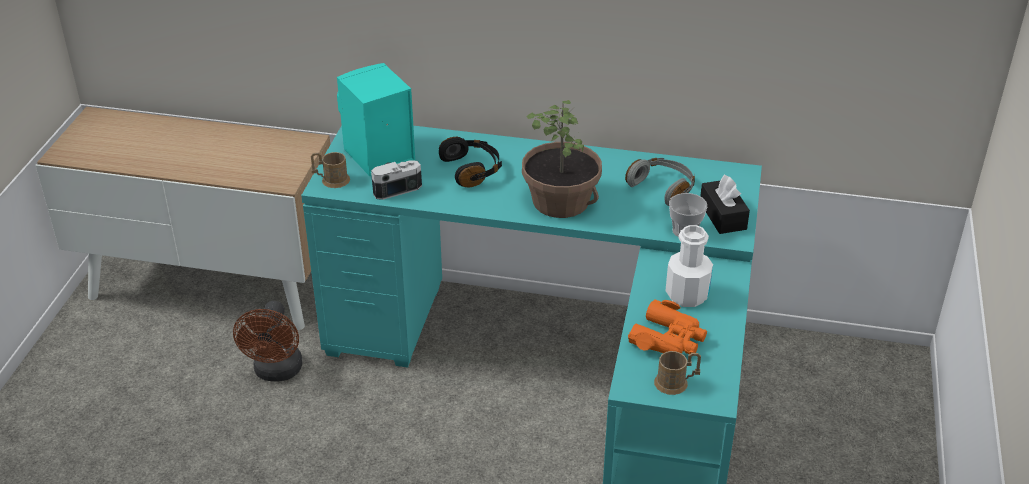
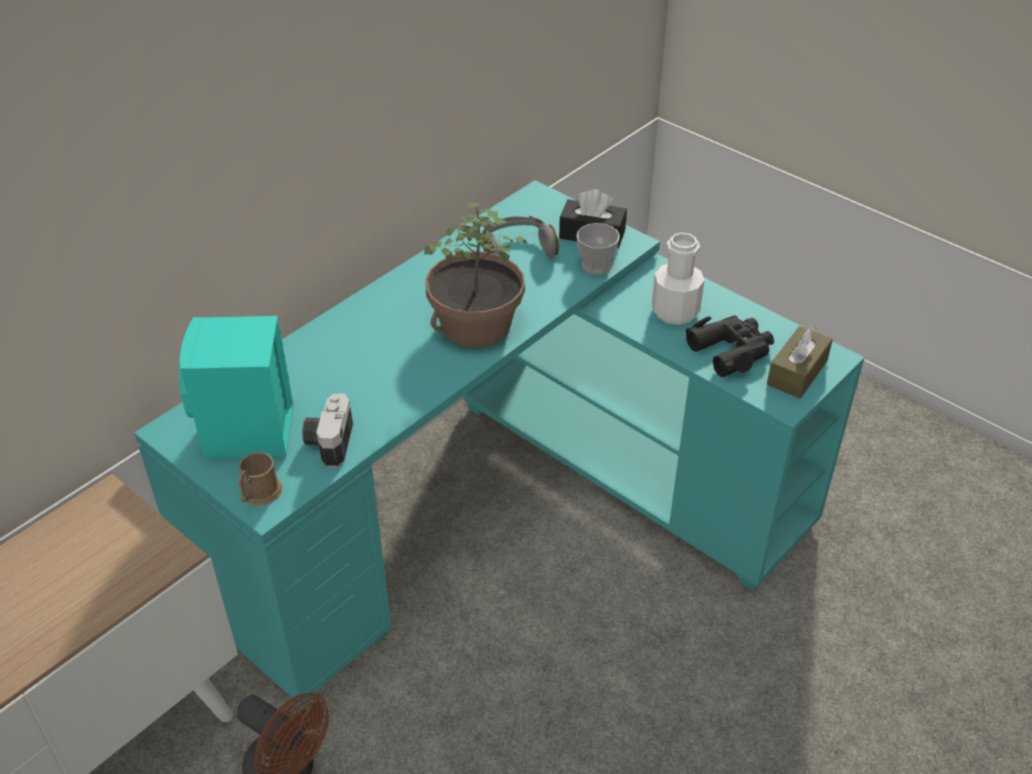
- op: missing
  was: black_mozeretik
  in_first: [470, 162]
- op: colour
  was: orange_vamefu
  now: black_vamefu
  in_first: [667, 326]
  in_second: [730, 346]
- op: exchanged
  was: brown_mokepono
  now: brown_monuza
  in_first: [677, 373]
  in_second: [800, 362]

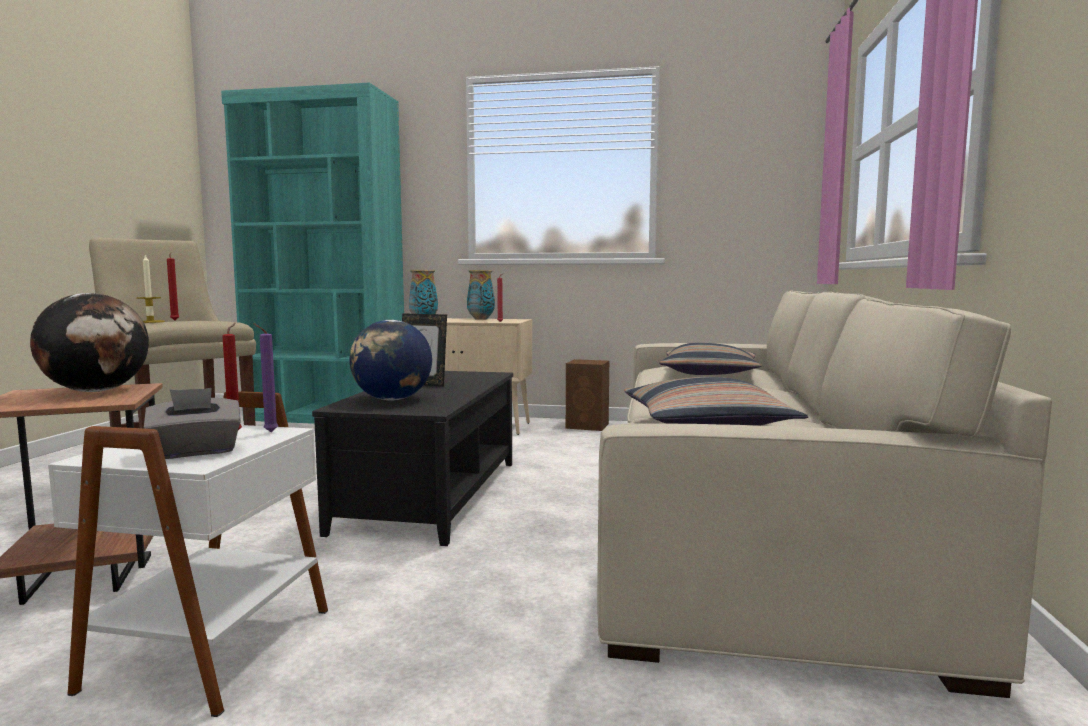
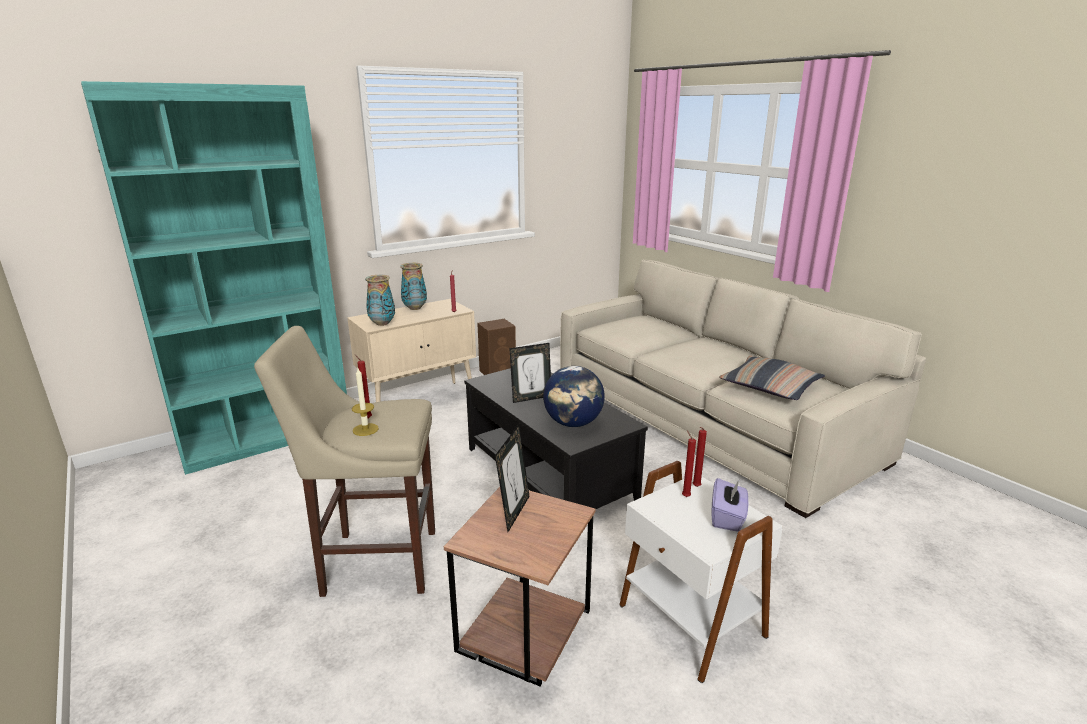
- op: exchanged
  was: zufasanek
  now: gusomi
  in_first: [89, 342]
  in_second: [512, 478]
- op: colour
  was: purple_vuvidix
  now: red_vuvidix
  in_first: [265, 377]
  in_second: [700, 457]
- op: missing
  was: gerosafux
  in_first: [710, 358]
- op: colour
  was: grey_monuza
  now: purple_monuza
  in_first: [192, 423]
  in_second: [730, 505]

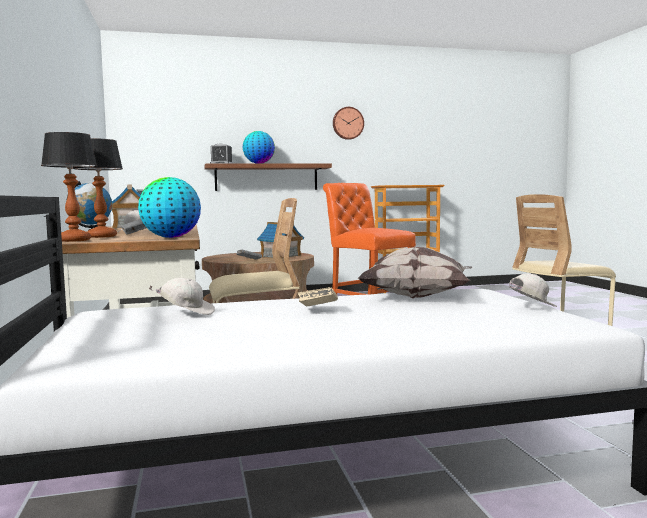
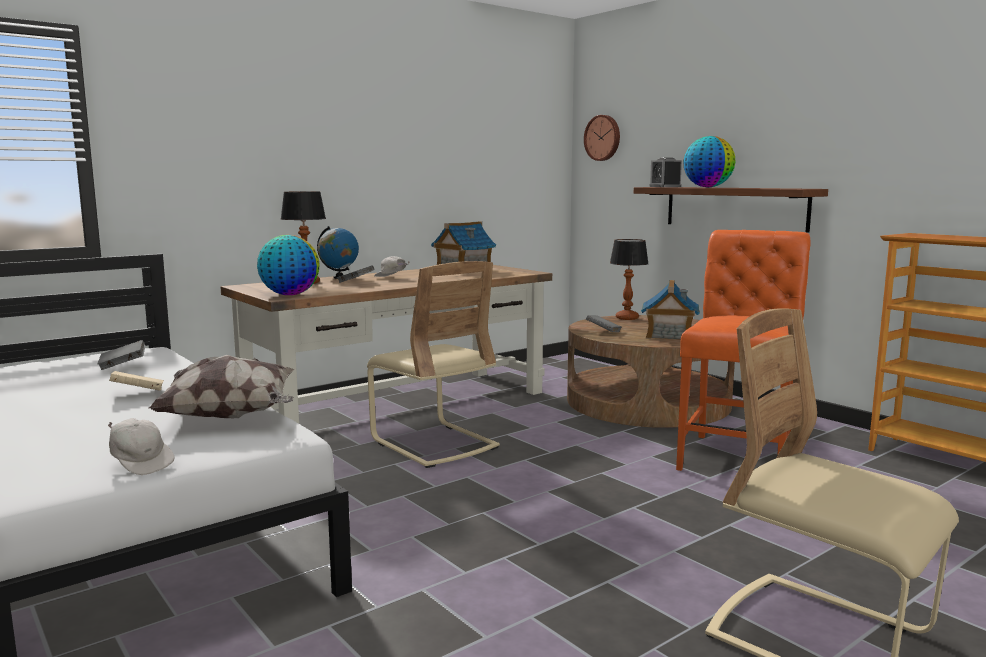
- op: relocated
  was: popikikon
  in_first: [348, 123]
  in_second: [602, 138]
- op: relocated
  was: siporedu
  in_first: [69, 187]
  in_second: [629, 279]
- op: exchanged
  was: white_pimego
  now: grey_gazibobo
  in_first: [181, 296]
  in_second: [121, 355]

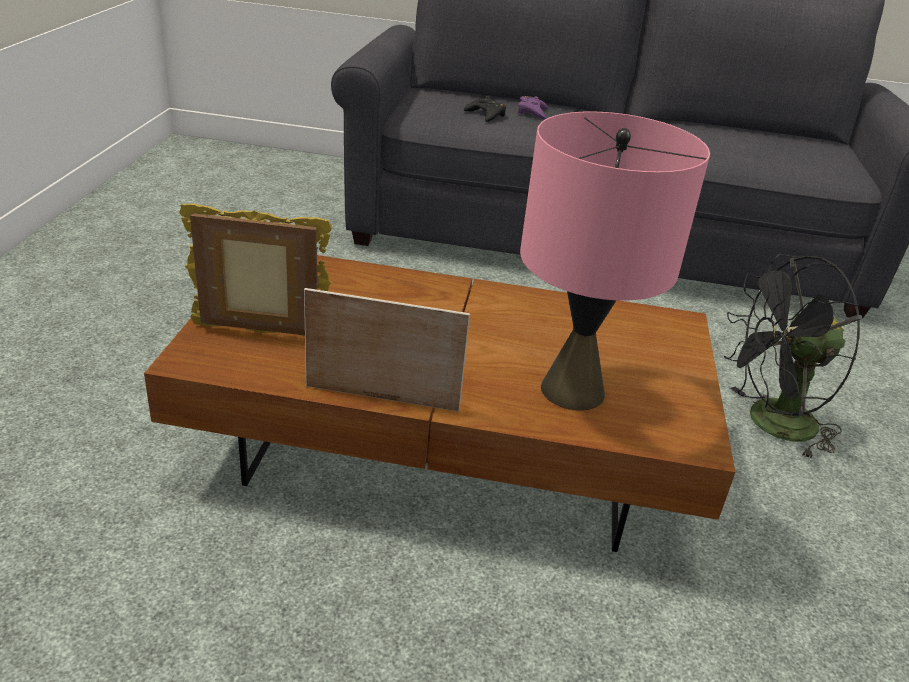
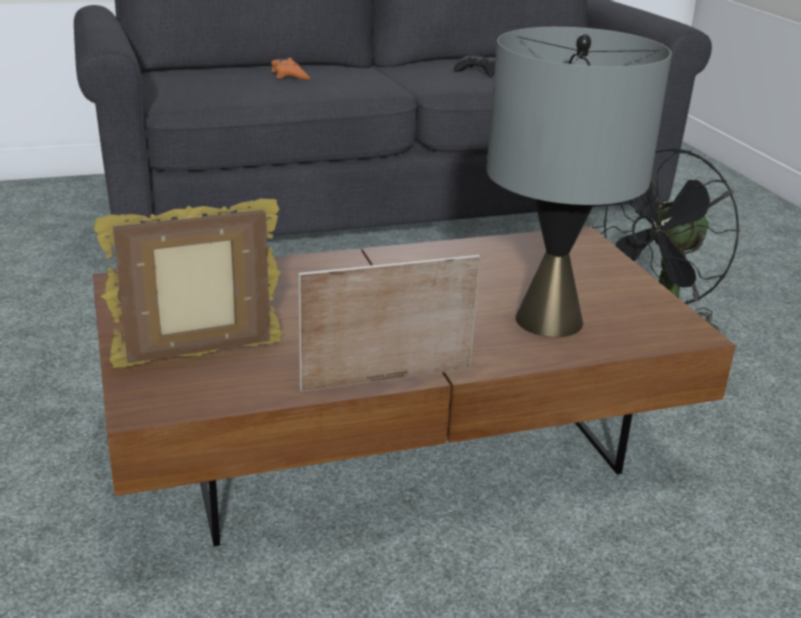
- op: relocated
  was: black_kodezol
  in_first: [485, 109]
  in_second: [475, 65]
- op: colour
  was: purple_kodezol
  now: orange_kodezol
  in_first: [533, 107]
  in_second: [290, 69]
- op: colour
  was: pink_siporedu
  now: grey_siporedu
  in_first: [615, 261]
  in_second: [579, 182]

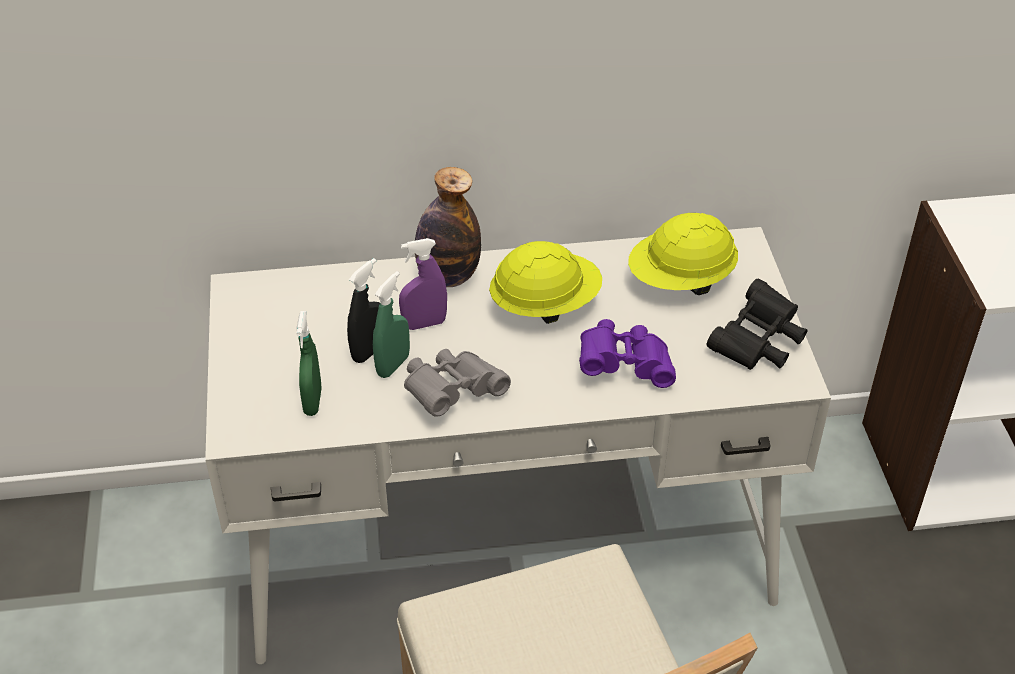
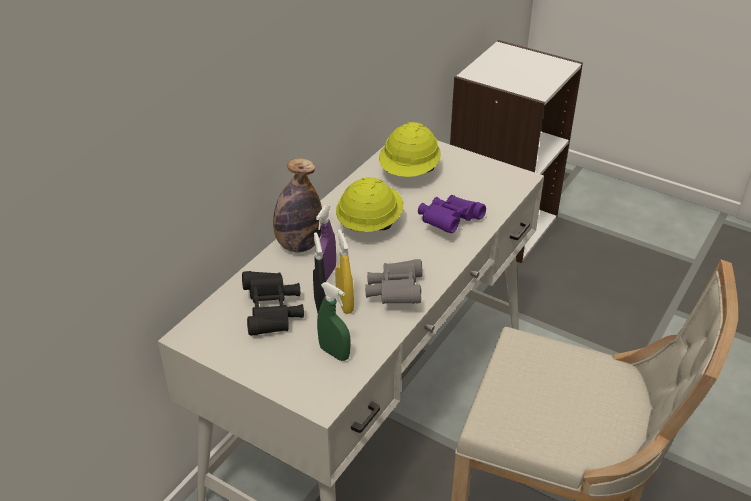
- op: colour
  was: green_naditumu
  now: yellow_naditumu
  in_first: [391, 324]
  in_second: [344, 272]
- op: relocated
  was: black_vamefu
  in_first: [757, 324]
  in_second: [273, 303]

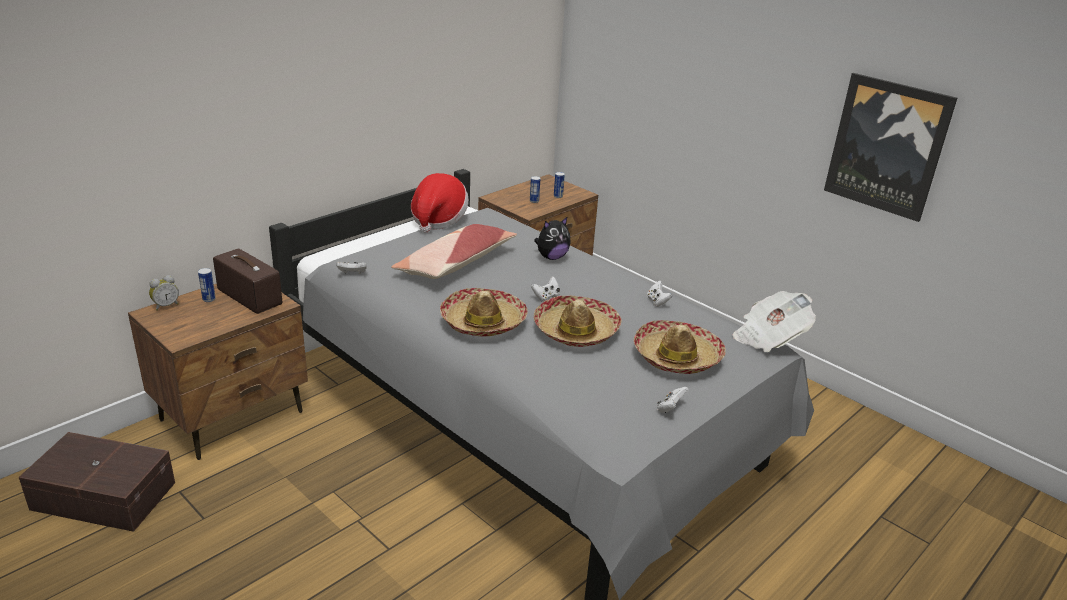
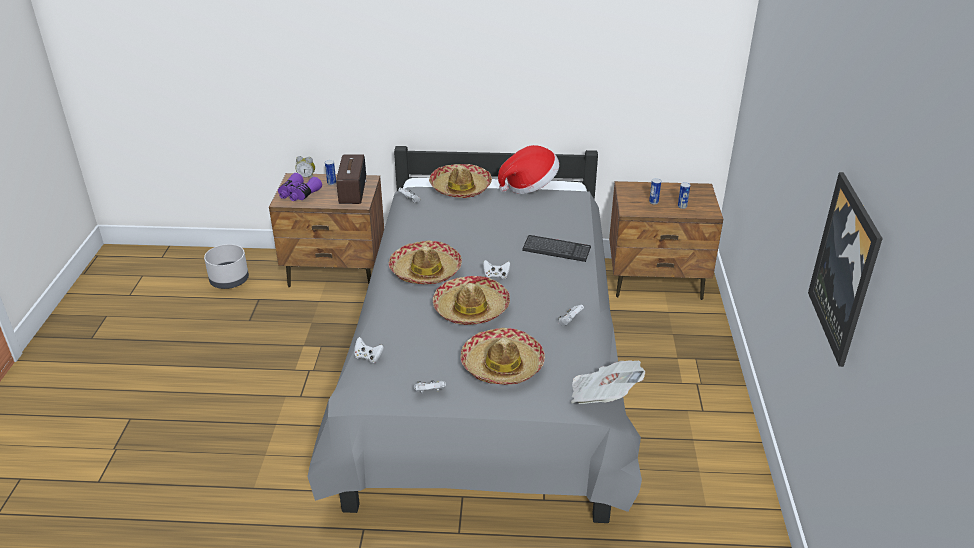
- op: exchanged
  was: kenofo
  now: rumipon
  in_first: [552, 238]
  in_second: [556, 248]
- op: missing
  was: gerosafux
  in_first: [454, 251]
- op: exchanged
  was: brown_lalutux
  now: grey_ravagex
  in_first: [97, 482]
  in_second: [226, 266]
- op: appeared
  now: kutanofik
  in_second: [460, 181]
- op: appeared
  now: purple_vamefu
  in_second: [300, 187]
- op: appeared
  now: white_kodezol
  in_second: [369, 350]

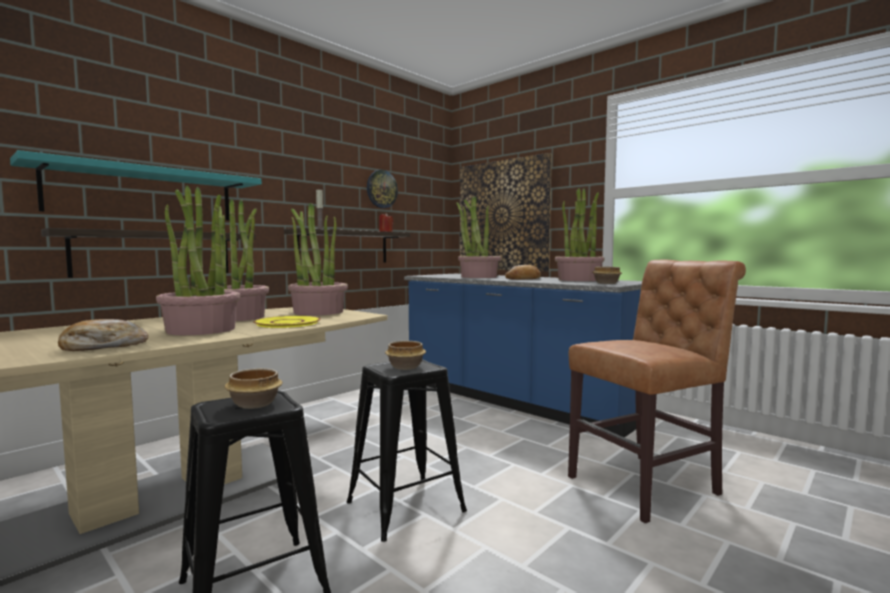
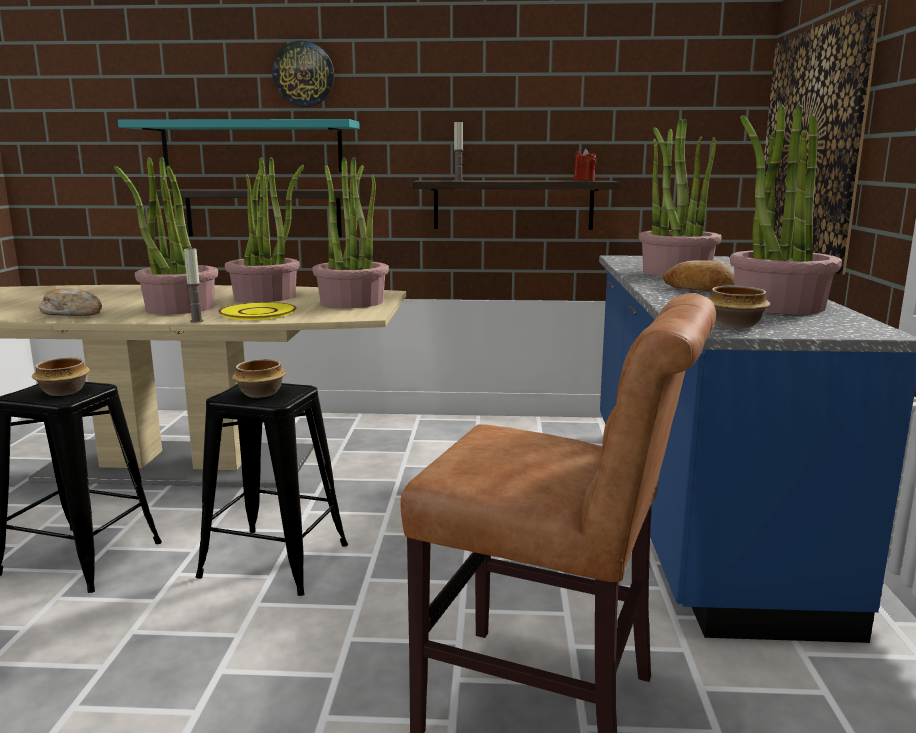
- op: relocated
  was: popikikon
  in_first: [382, 189]
  in_second: [303, 74]
- op: appeared
  now: vuvidix
  in_second: [193, 285]

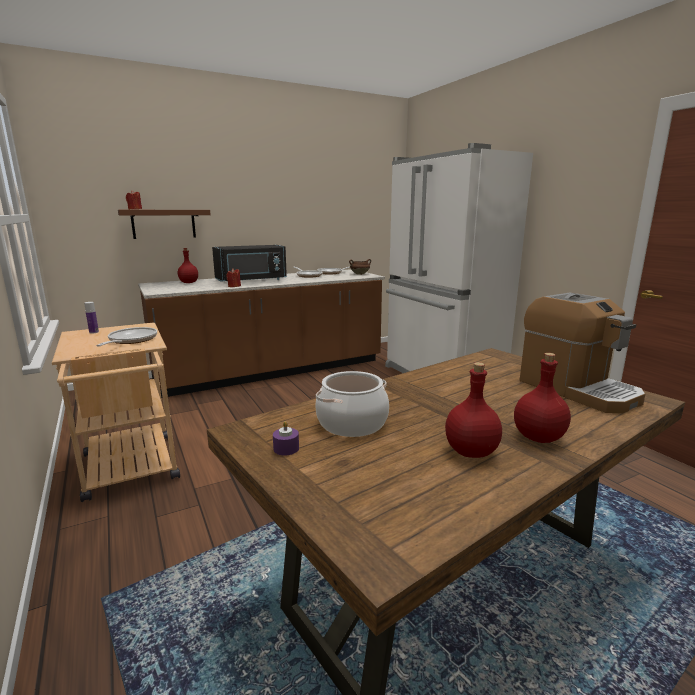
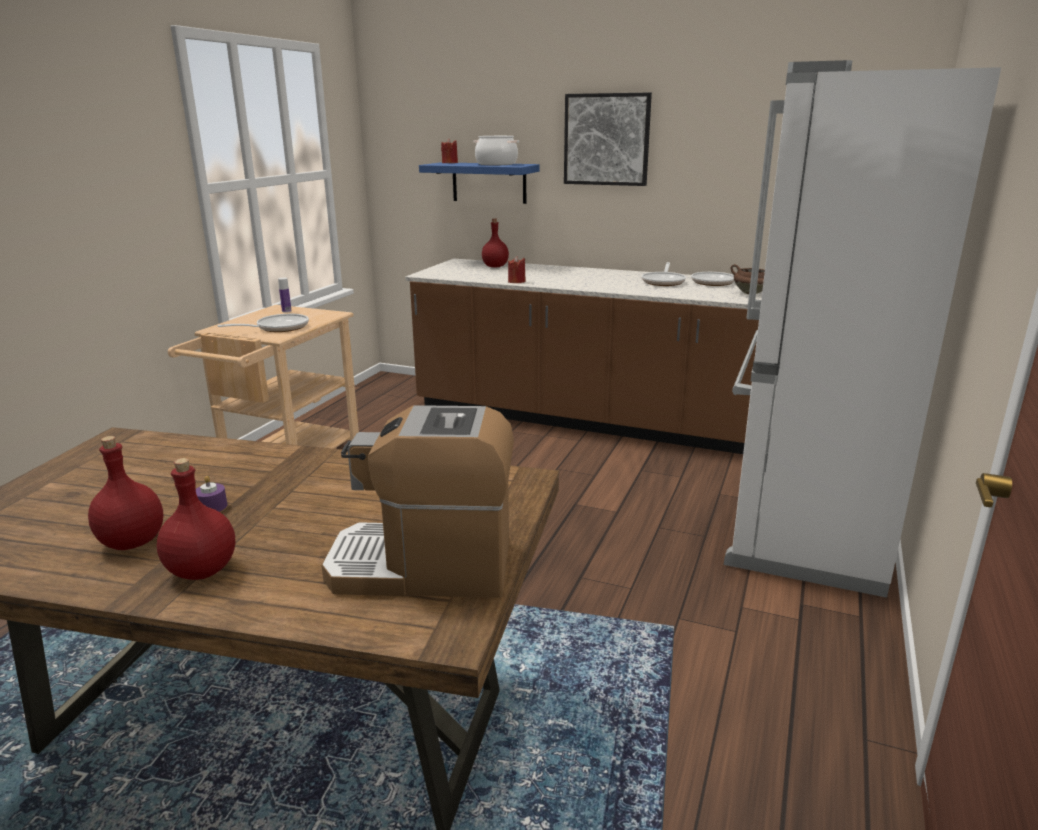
- op: colour
  was: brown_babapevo
  now: blue_babapevo
  in_first: [164, 224]
  in_second: [479, 183]
- op: missing
  was: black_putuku
  in_first: [249, 263]
- op: spun
  was: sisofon
  in_first: [582, 353]
  in_second: [417, 501]
  clockwise: 75
- op: relocated
  was: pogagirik
  in_first: [352, 404]
  in_second: [496, 150]
- op: relocated
  was: purple_vuvidix
  in_first: [286, 438]
  in_second: [211, 494]
- op: appeared
  now: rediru
  in_second: [608, 139]

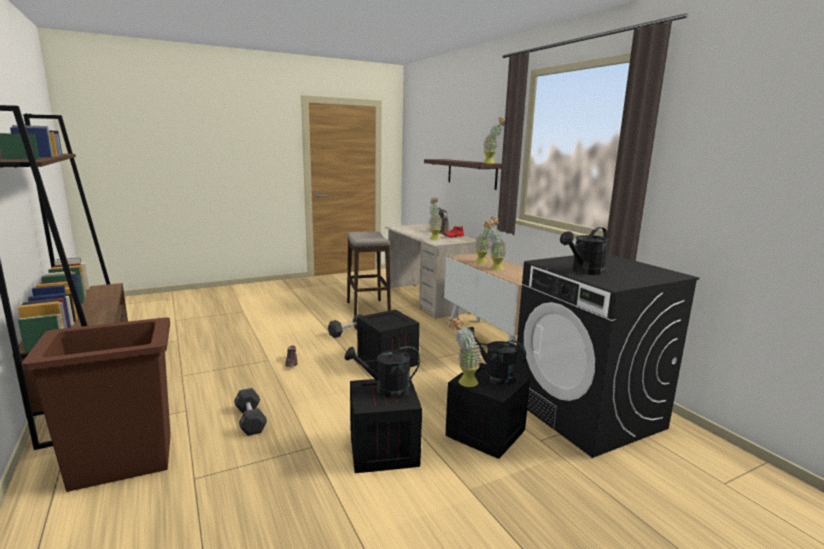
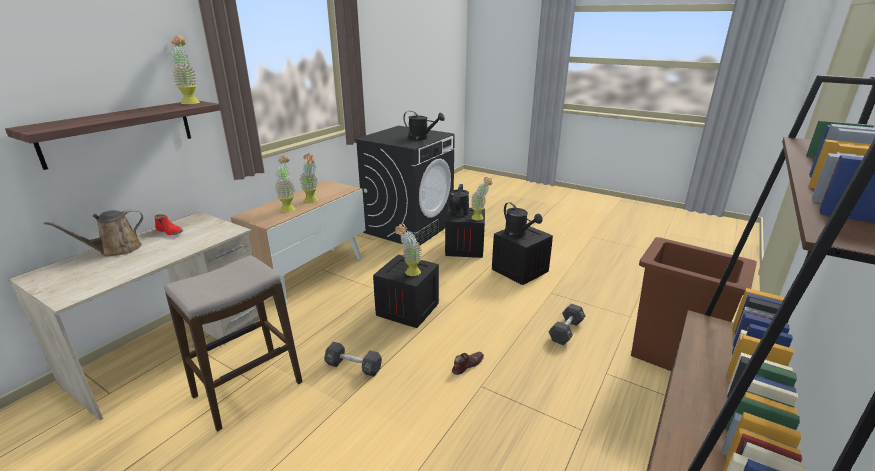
- op: relocated
  was: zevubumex
  in_first: [435, 218]
  in_second: [408, 250]

